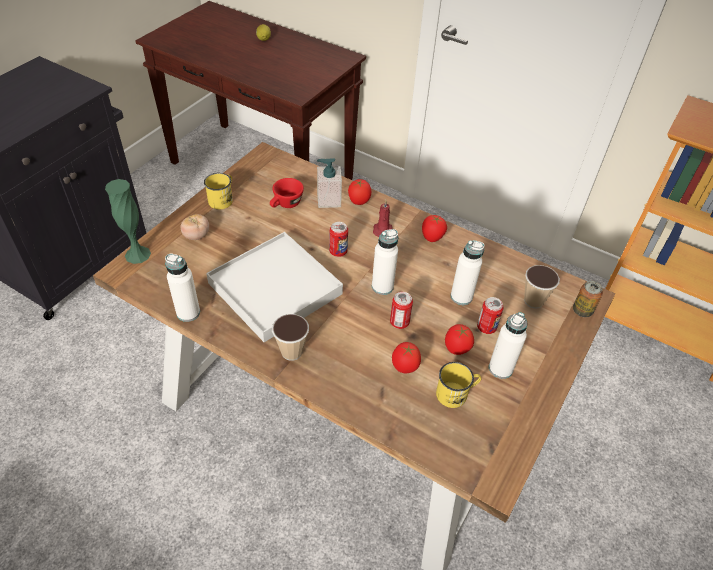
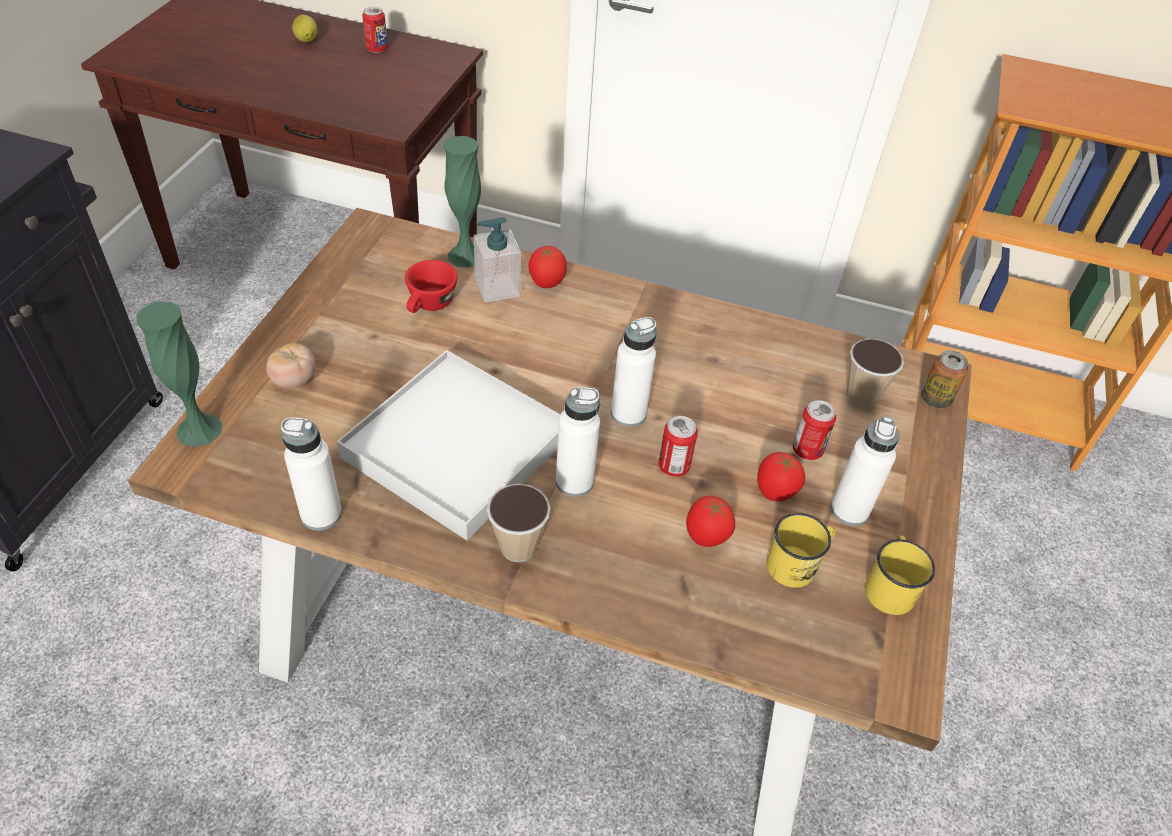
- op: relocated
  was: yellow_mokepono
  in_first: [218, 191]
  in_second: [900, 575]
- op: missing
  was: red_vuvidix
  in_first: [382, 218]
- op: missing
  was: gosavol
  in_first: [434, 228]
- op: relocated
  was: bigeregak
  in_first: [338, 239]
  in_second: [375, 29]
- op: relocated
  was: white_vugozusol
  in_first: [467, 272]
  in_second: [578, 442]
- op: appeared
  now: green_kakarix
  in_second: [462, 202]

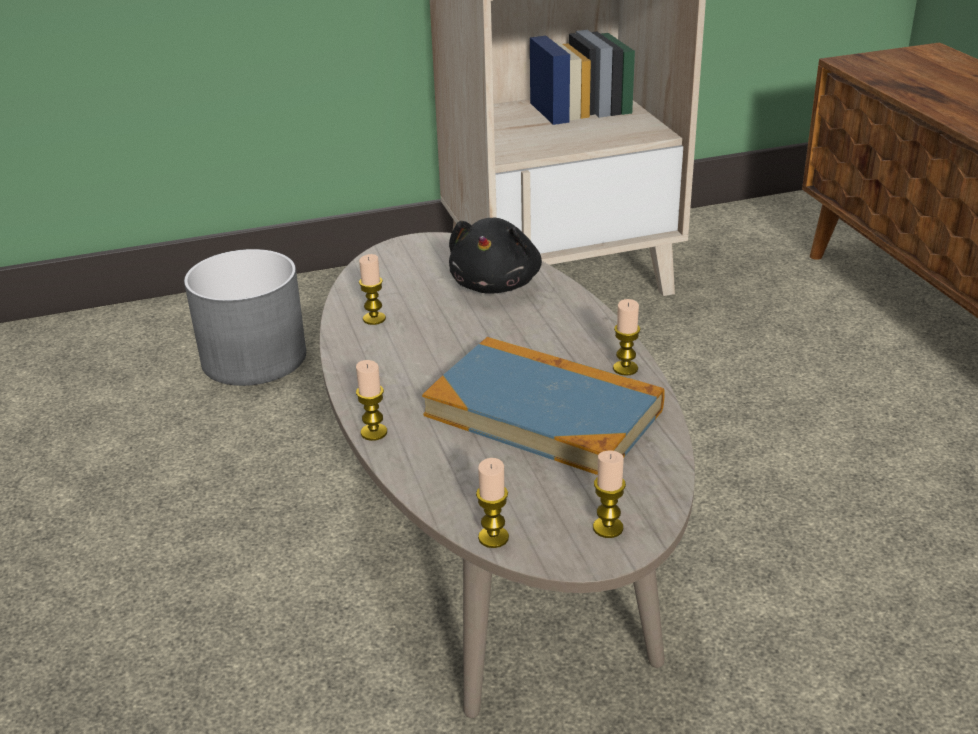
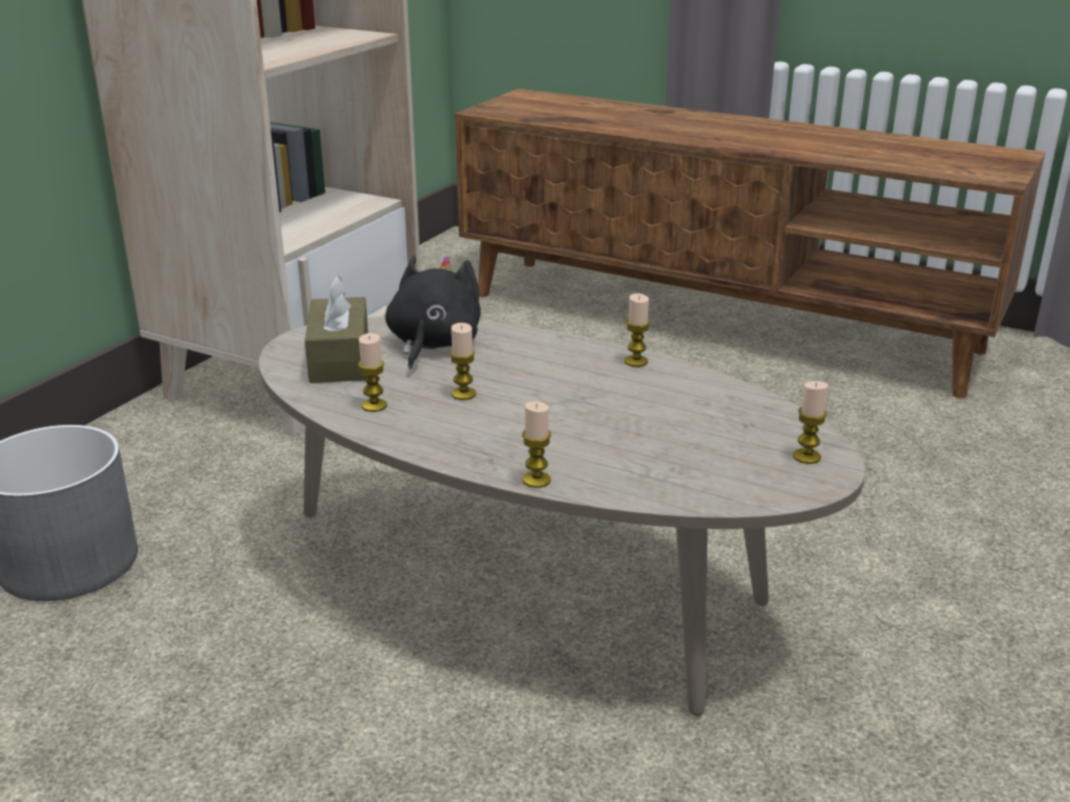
- op: spun
  was: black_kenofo
  in_first: [495, 256]
  in_second: [433, 312]
  clockwise: -135
- op: missing
  was: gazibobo
  in_first: [543, 406]
- op: relocated
  was: vuvidix
  in_first: [492, 503]
  in_second: [463, 361]
- op: appeared
  now: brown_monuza
  in_second: [336, 329]

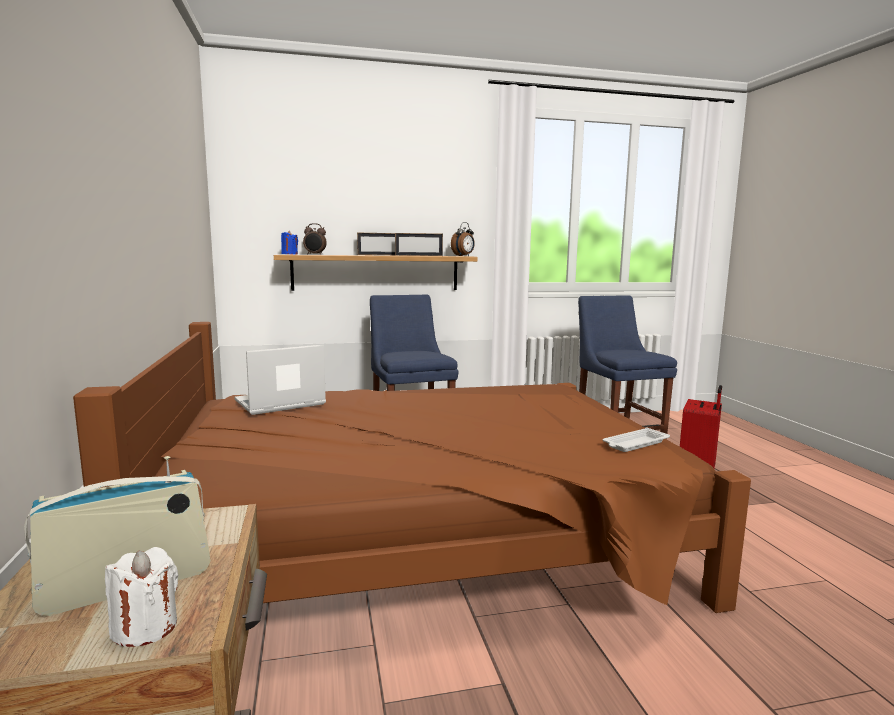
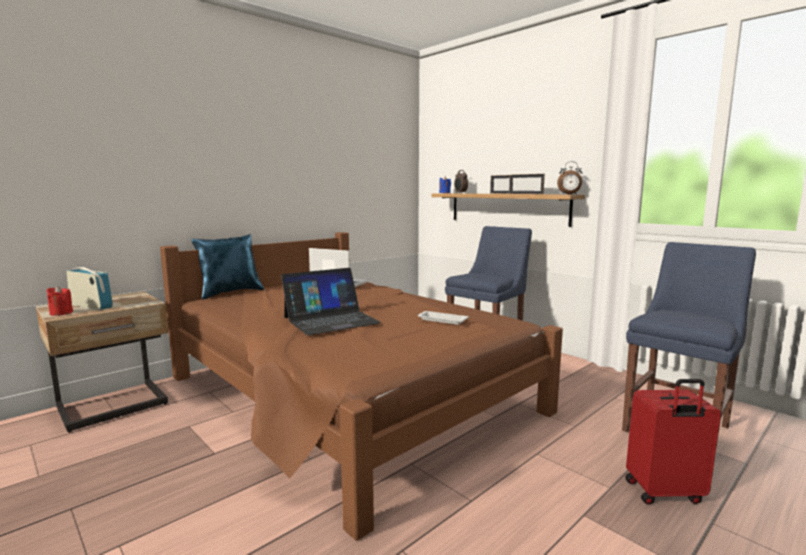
- op: relocated
  was: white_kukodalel
  in_first: [636, 439]
  in_second: [443, 318]
- op: colour
  was: white_vuvidix
  now: red_vuvidix
  in_first: [141, 597]
  in_second: [59, 301]
- op: appeared
  now: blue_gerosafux
  in_second: [227, 267]
- op: appeared
  now: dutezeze
  in_second: [331, 301]

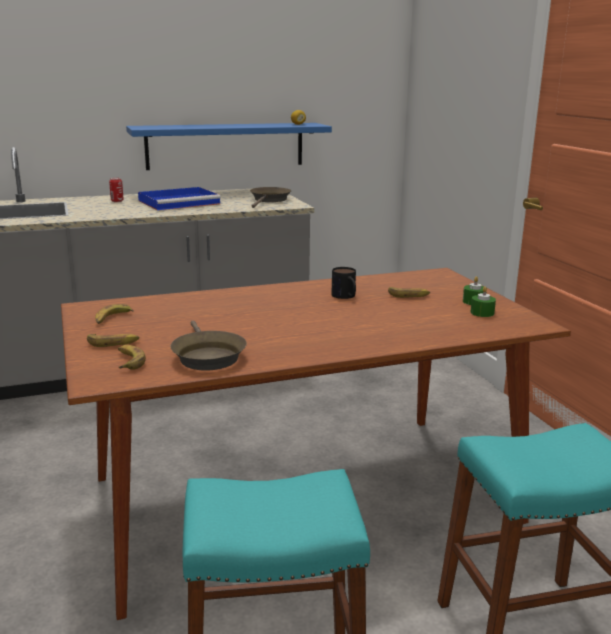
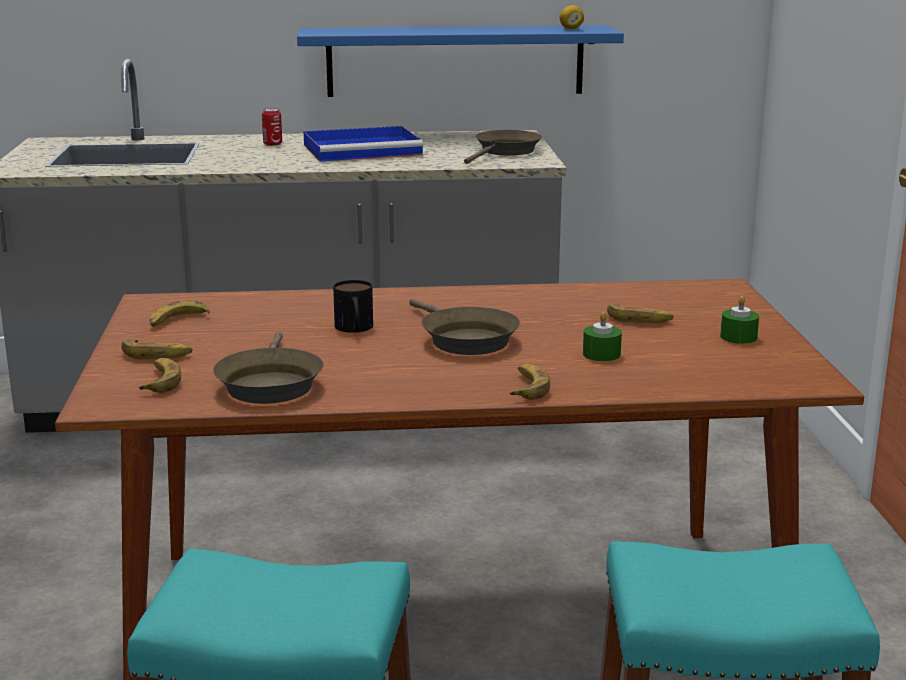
- op: relocated
  was: mokepono
  in_first: [343, 283]
  in_second: [353, 306]
- op: relocated
  was: green_vuvidix
  in_first: [483, 301]
  in_second: [602, 336]
- op: appeared
  now: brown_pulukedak
  in_second: [464, 327]
- op: appeared
  now: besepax
  in_second: [529, 382]

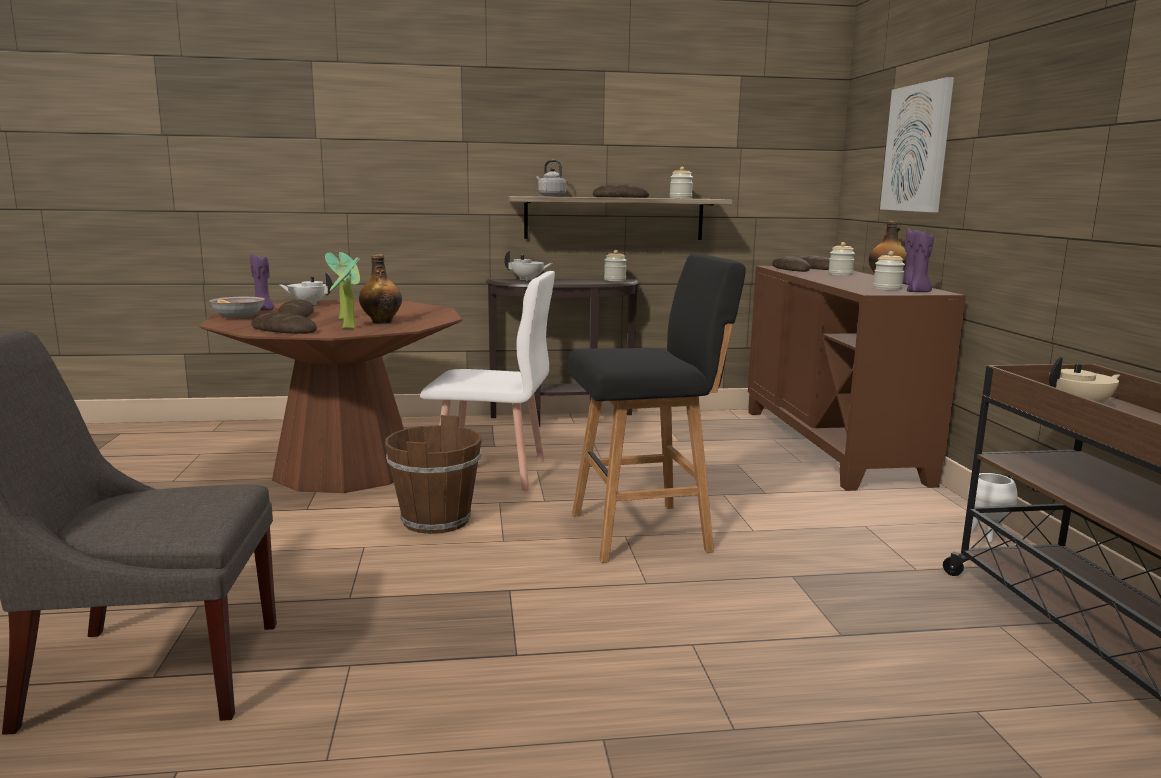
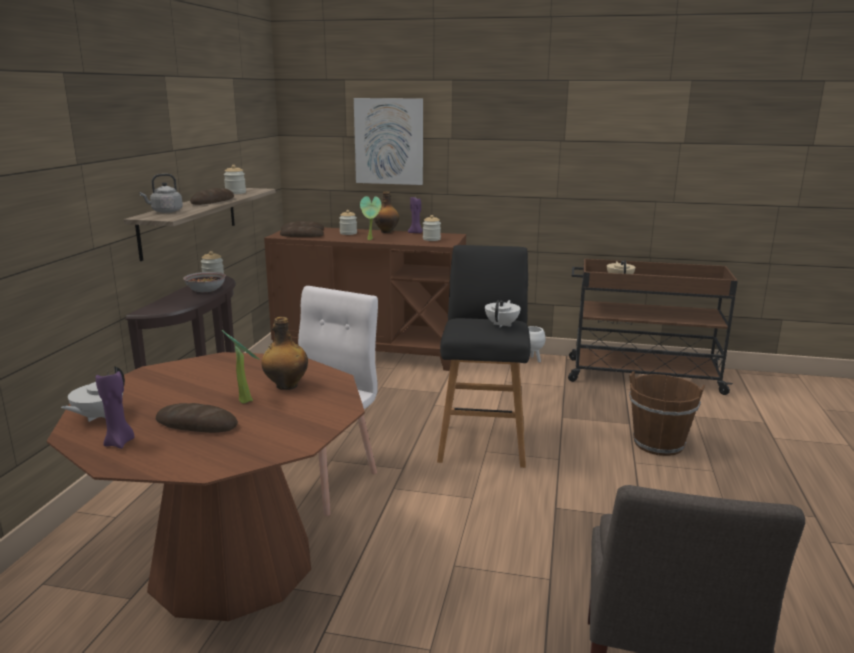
- op: missing
  was: purple_vuvidix
  in_first: [920, 262]
- op: relocated
  was: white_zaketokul
  in_first: [528, 266]
  in_second: [503, 314]
- op: relocated
  was: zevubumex
  in_first: [345, 293]
  in_second: [370, 218]
- op: relocated
  was: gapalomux
  in_first: [237, 307]
  in_second: [204, 282]
- op: missing
  was: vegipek
  in_first: [284, 323]
- op: relocated
  was: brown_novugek
  in_first: [433, 474]
  in_second: [667, 413]

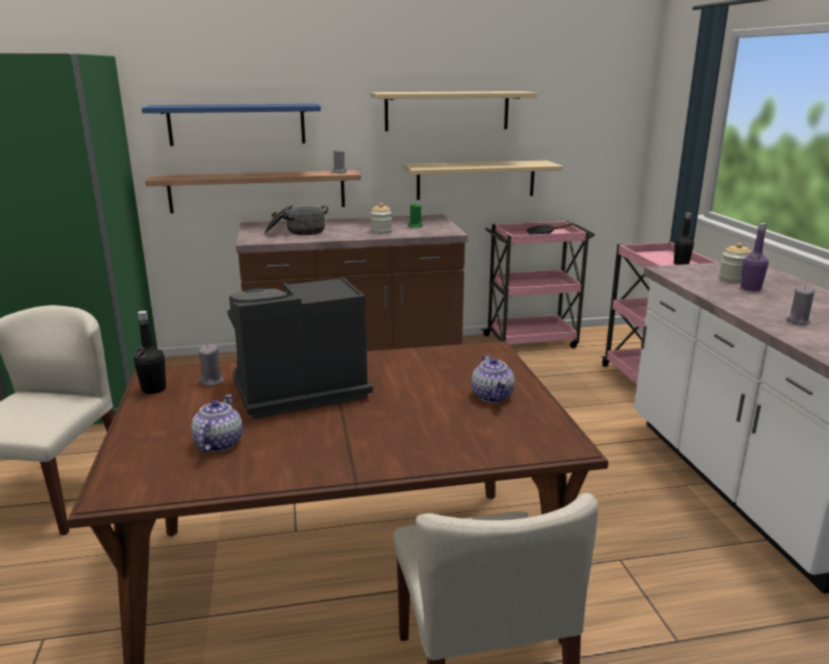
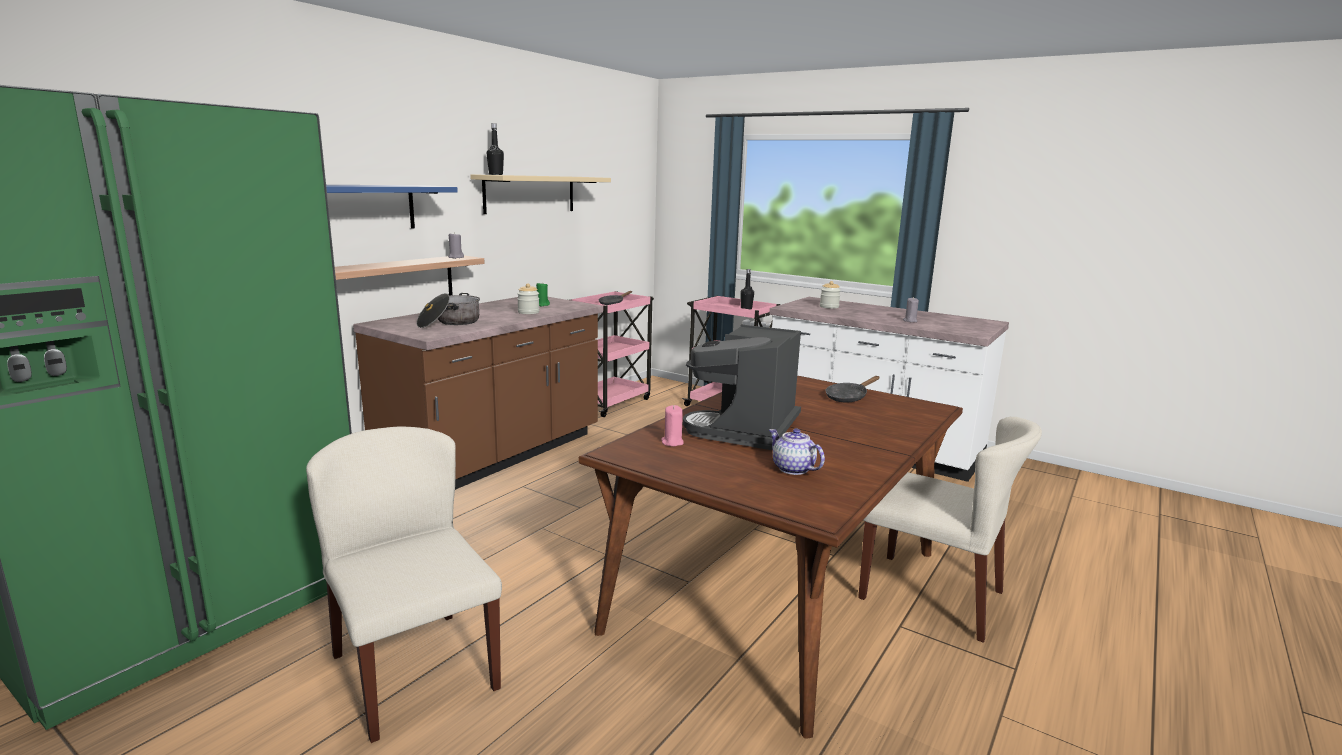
- op: missing
  was: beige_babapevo
  in_first: [483, 180]
- op: missing
  was: purple_vugozusol
  in_first: [755, 257]
- op: relocated
  was: black_vugozusol
  in_first: [150, 352]
  in_second: [495, 149]
- op: colour
  was: grey_vuvidix
  now: pink_vuvidix
  in_first: [211, 365]
  in_second: [672, 425]
- op: exchanged
  was: zaketokul
  now: black_pulukedak
  in_first: [493, 379]
  in_second: [853, 389]

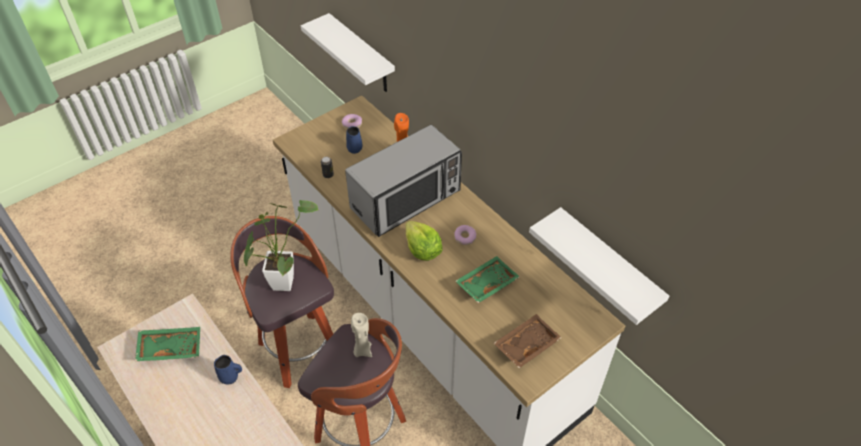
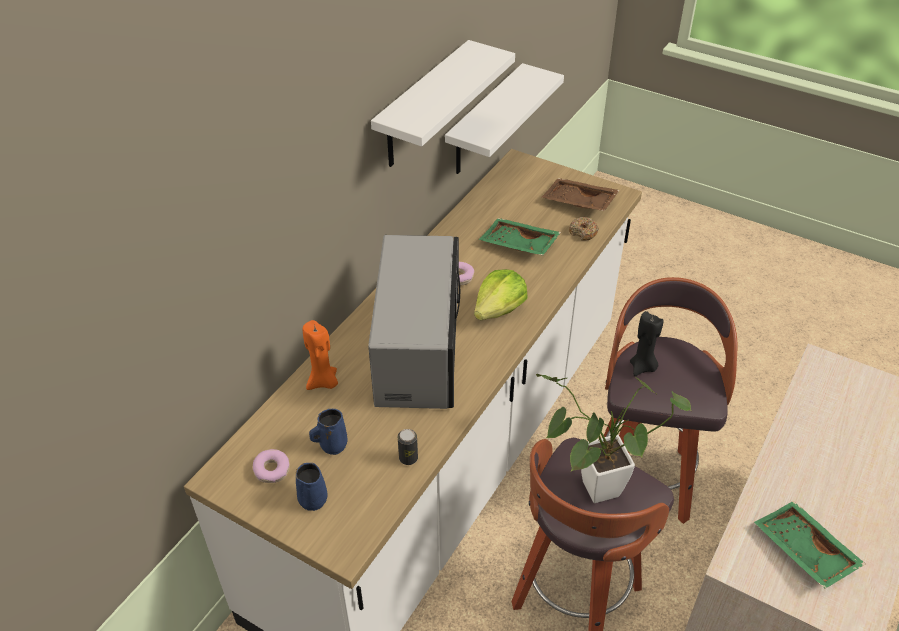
- op: relocated
  was: white_babapevo
  in_first: [348, 52]
  in_second: [443, 103]
- op: spun
  was: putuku
  in_first: [403, 181]
  in_second: [414, 322]
  clockwise: 60
- op: colour
  was: beige_vuvidix
  now: black_vuvidix
  in_first: [361, 335]
  in_second: [647, 343]
- op: relocated
  was: blue_mokepono
  in_first: [228, 370]
  in_second: [312, 487]
- op: appeared
  now: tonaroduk
  in_second: [584, 229]

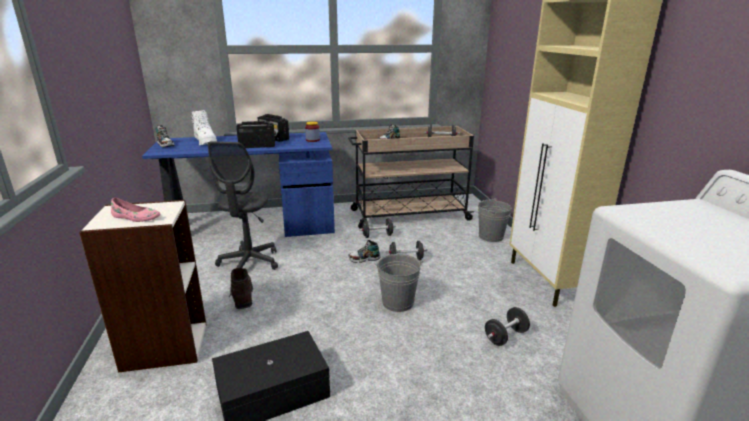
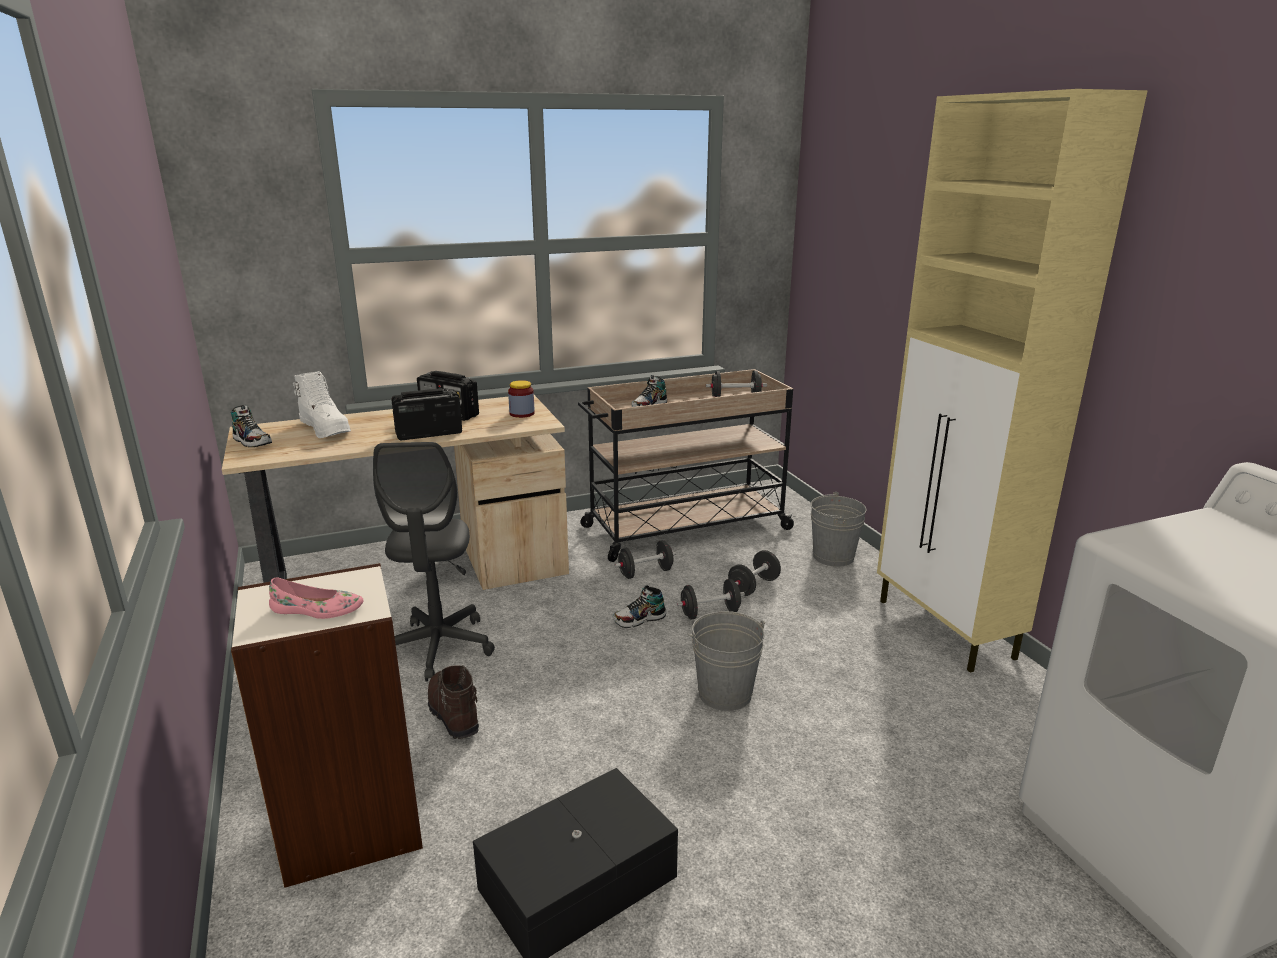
- op: colour
  was: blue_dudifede
  now: beige_dudifede
  in_first: [238, 184]
  in_second: [395, 492]
- op: relocated
  was: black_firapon
  in_first: [507, 326]
  in_second: [754, 573]

